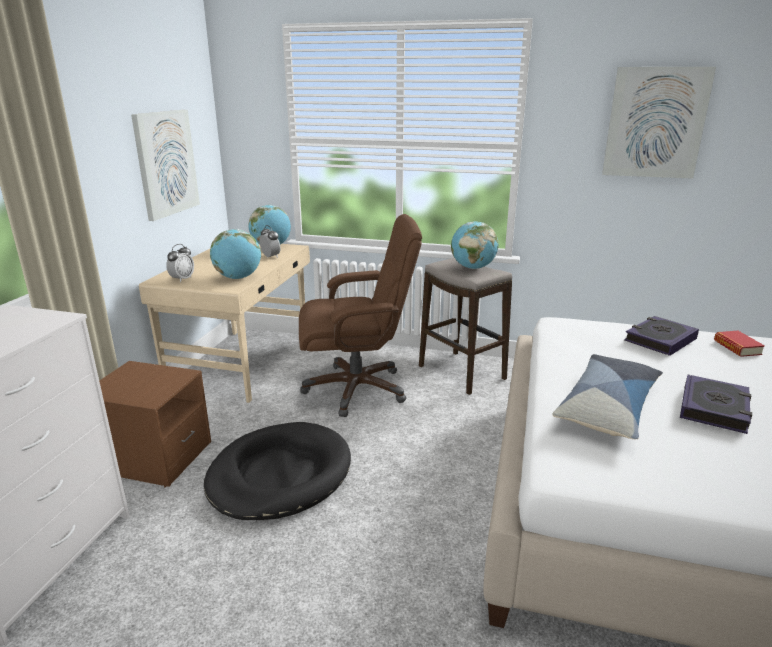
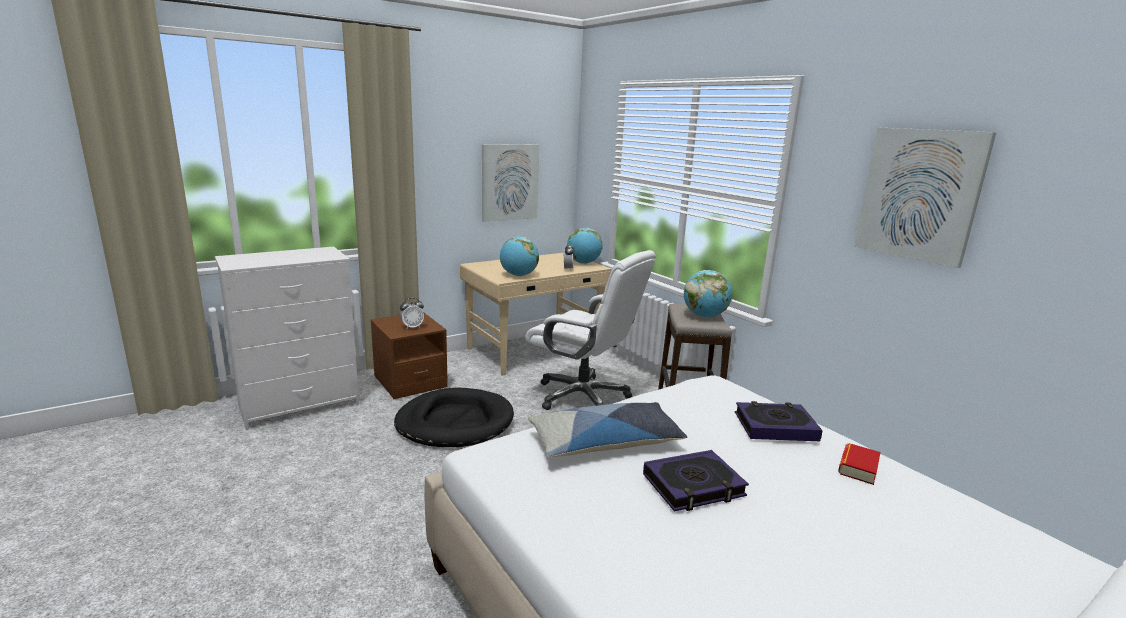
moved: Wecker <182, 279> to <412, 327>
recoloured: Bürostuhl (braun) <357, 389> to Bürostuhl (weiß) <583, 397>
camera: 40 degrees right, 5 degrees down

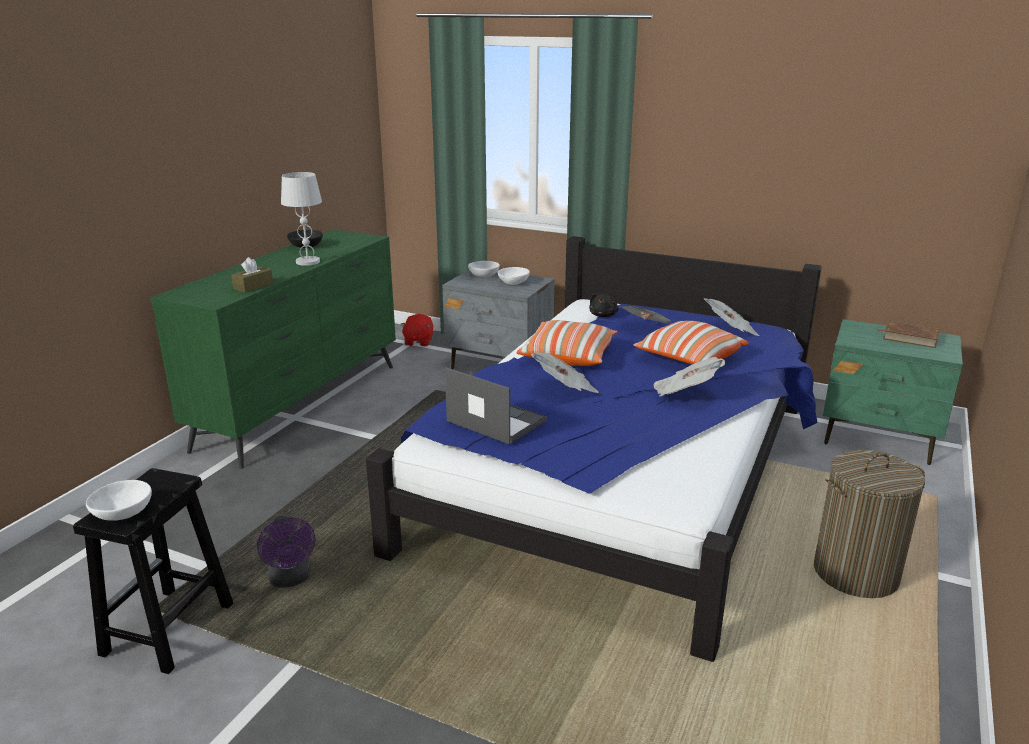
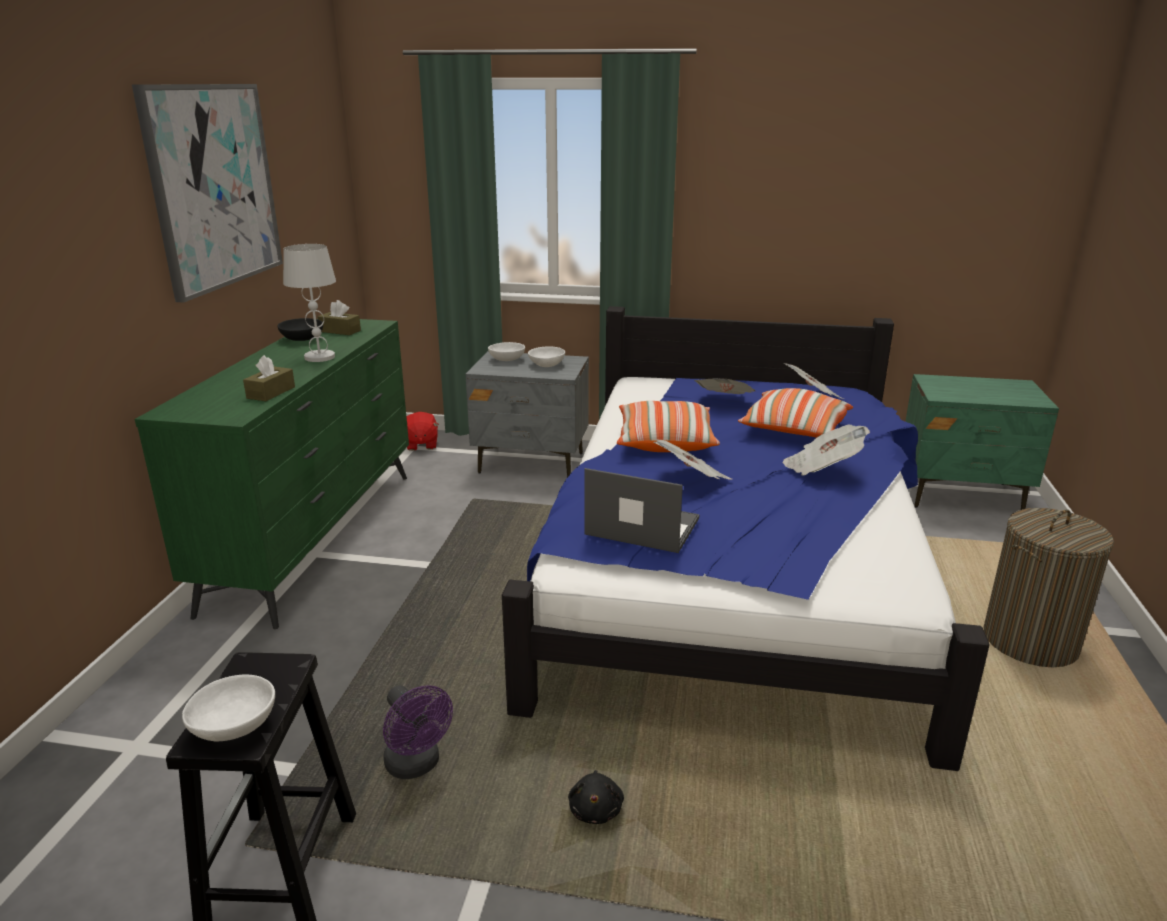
removed: Buch (braun) <910, 338>
added: Bild <214, 187>; Taschentuchbox (braun) <340, 331>
moved: Plüschtier (schwarz) <603, 315> to <596, 809>
camera: 15 degrees left, 0 degrees up

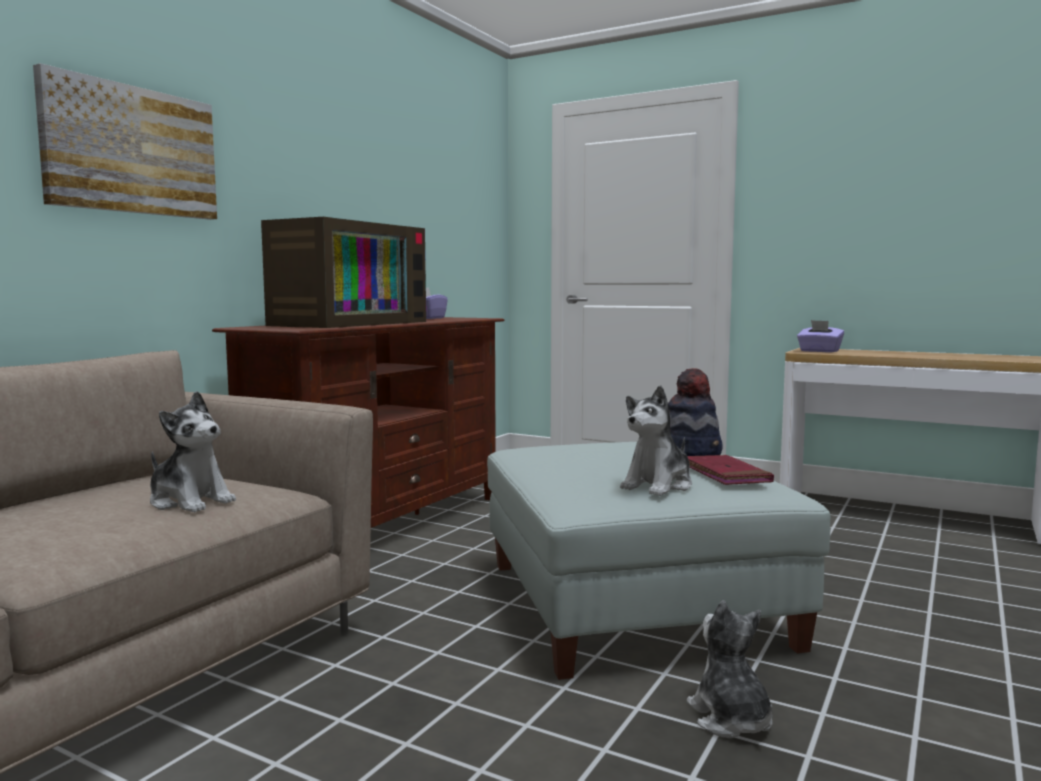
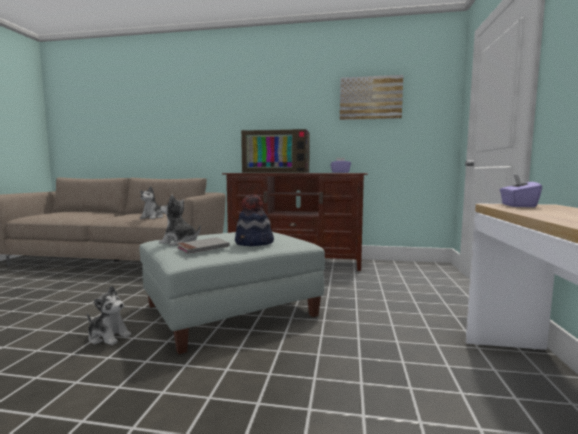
moved: Bild <131, 150> to <370, 98>
recoloured: Buch (rot) <726, 474> to Buch (grau) <203, 248>
turned: Plüschtier <730, 719> = <108, 337> 60 degrees clockwise
camera: 70 degrees right, 0 degrees up

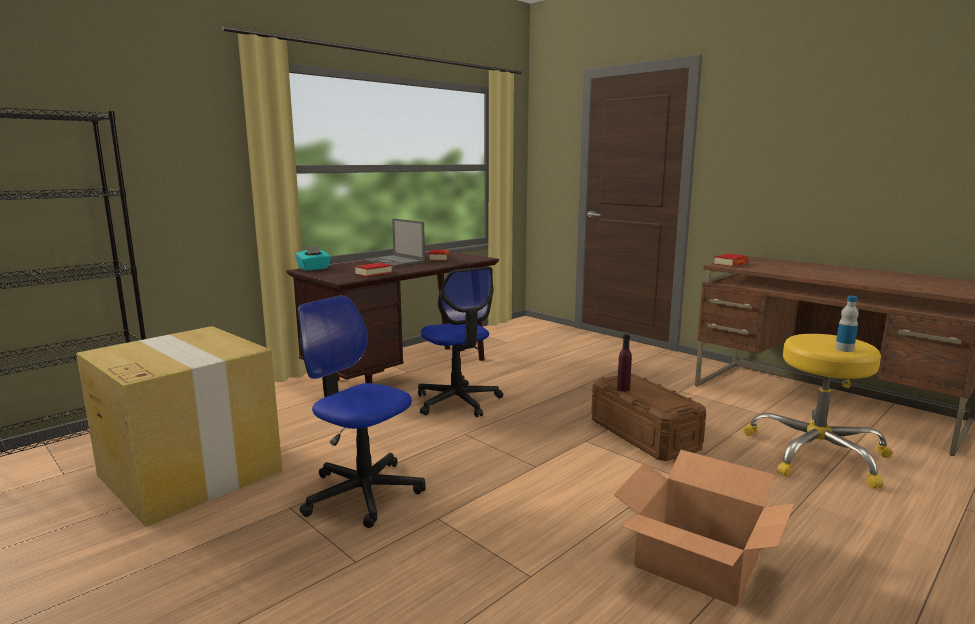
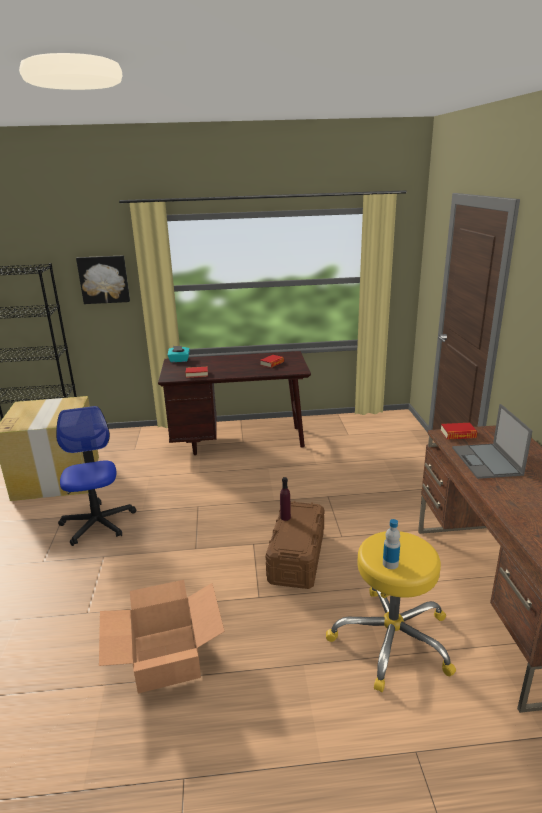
removed: Bürostuhl <458, 401>
added: Bild <104, 279>
moved: Laptop <394, 261> to <487, 461>
camera: 40 degrees right, 10 degrees up

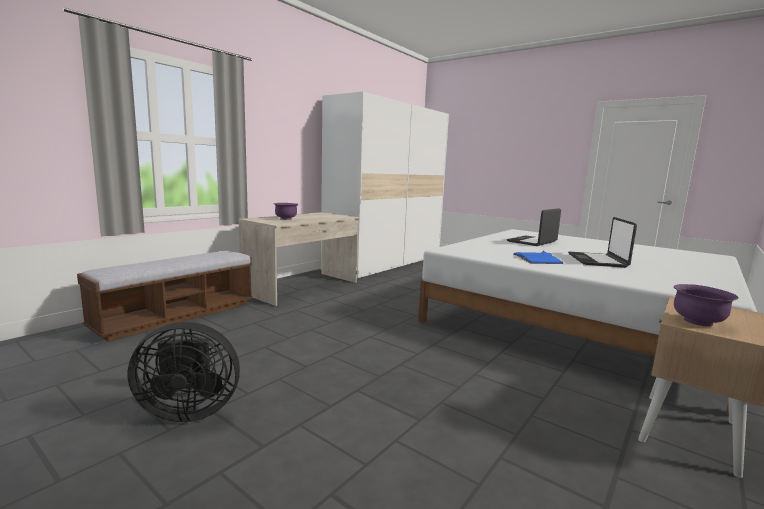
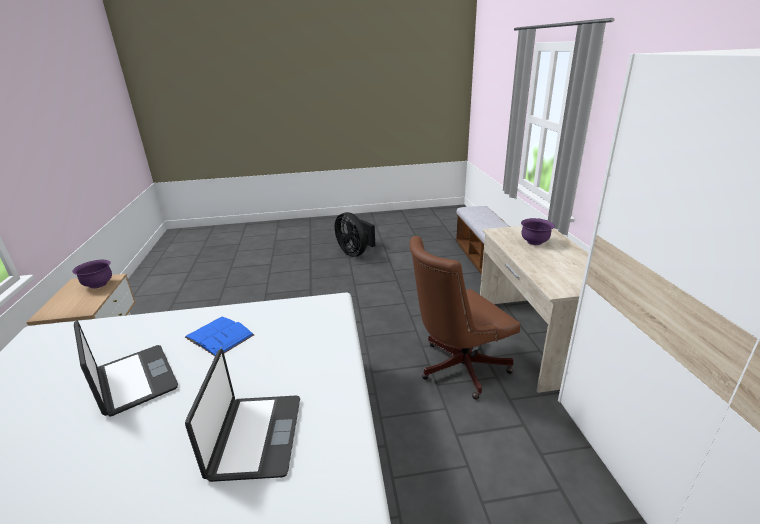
added: Bürostuhl (braun) <457, 368>
turned: Ventilator (schwarz) <188, 411> = <355, 253> 75 degrees counterclockwise
camera: 135 degrees right, 15 degrees up

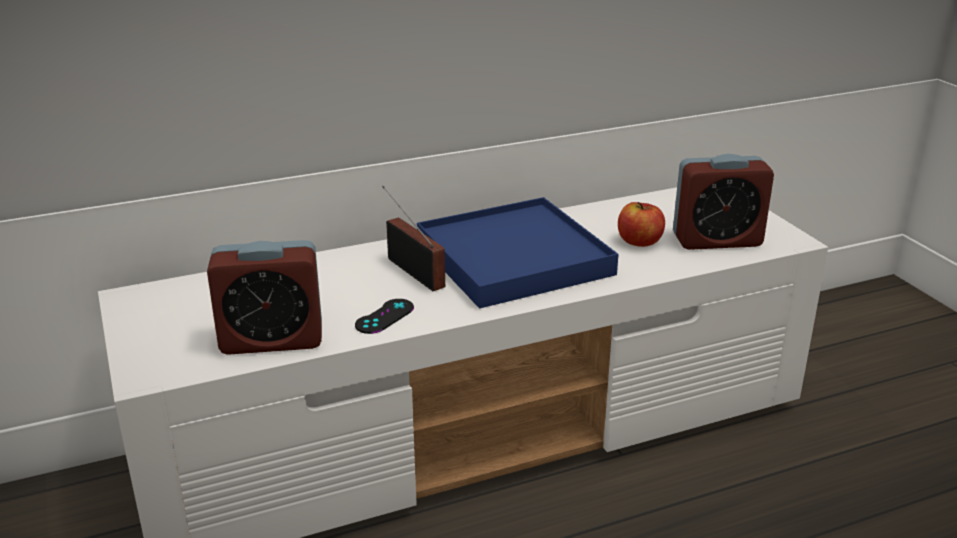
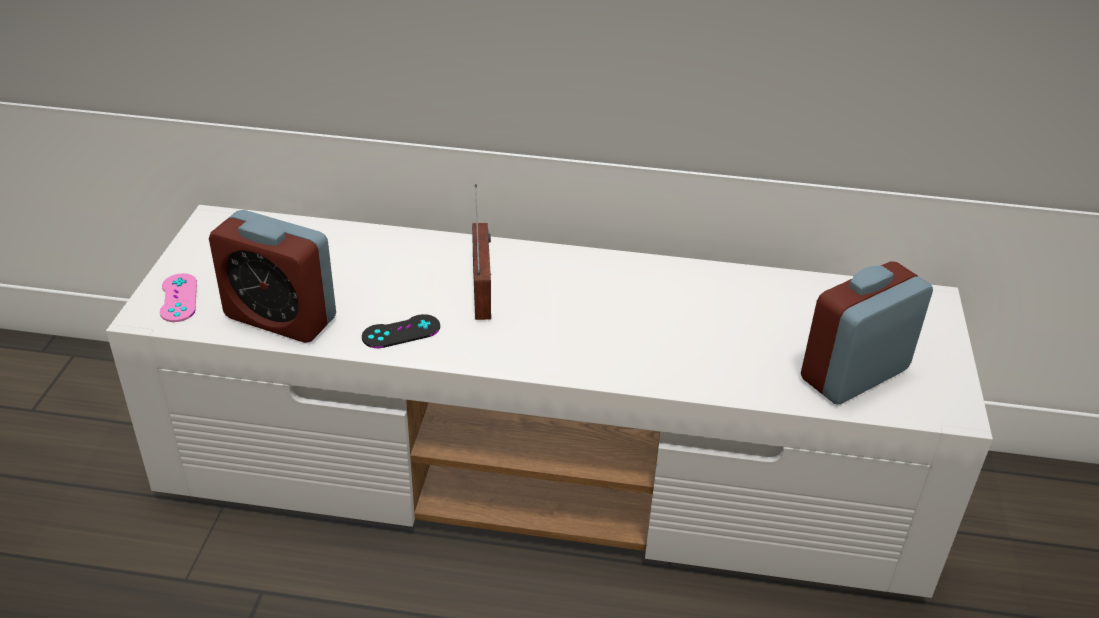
removed: Tablett (blau) <514, 258>; Apfel <639, 242>
added: Gamepad (rosa) <178, 298>
turned: Wecker <717, 240> = <854, 374> 120 degrees clockwise
camera: 30 degrees right, 10 degrees up

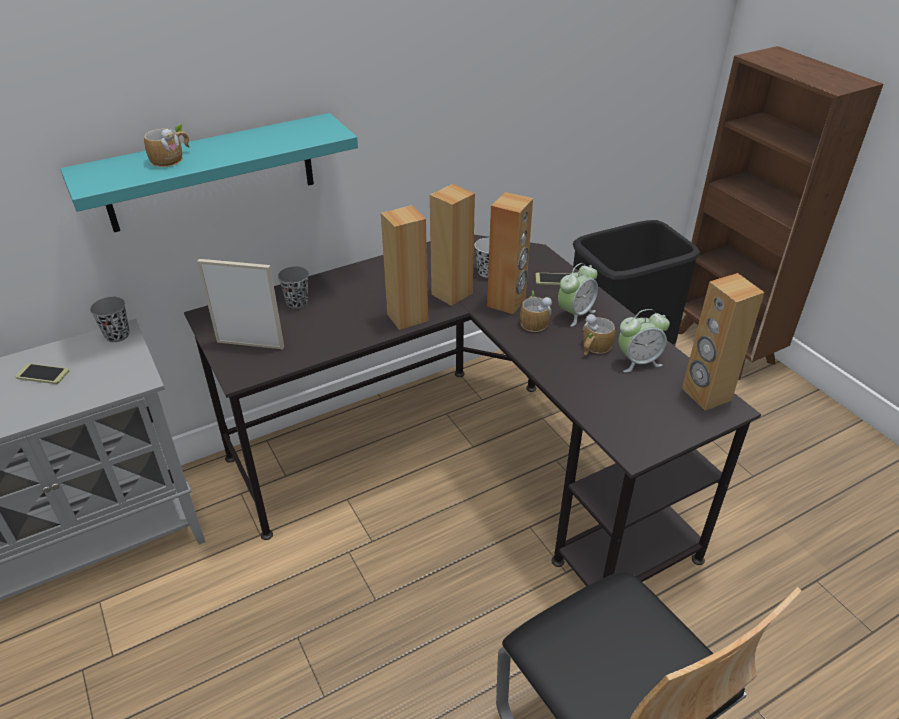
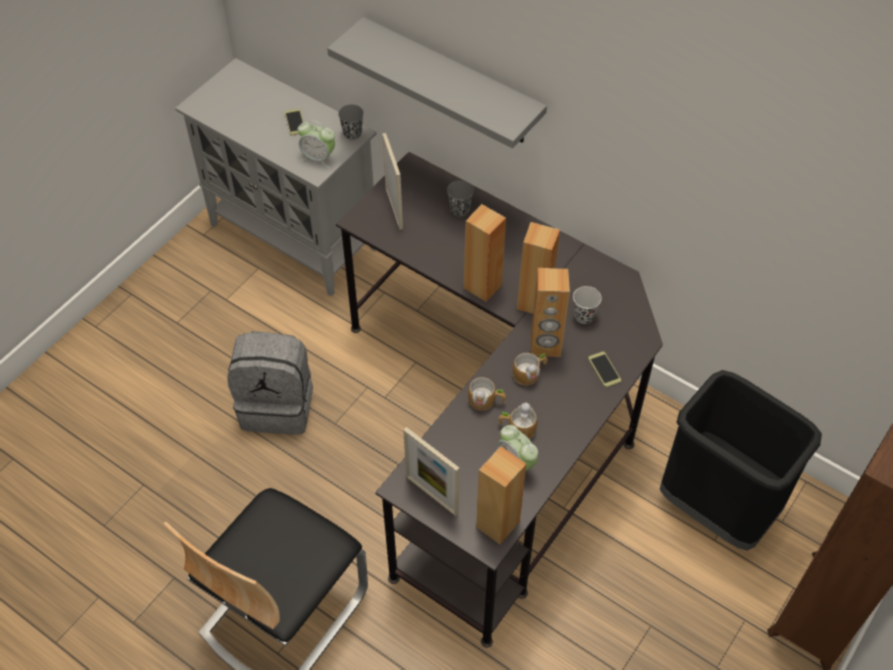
added: Rucksack (grau) <278, 405>; Bilderrahmen <432, 495>
moved: Henkelbecher <172, 158> to <486, 401>; Wecker <575, 314> to <318, 158>
recoloured: Wandregal (türkis) <211, 173> to Wandregal (grau) <452, 83>
camera: 65 degrees right, 15 degrees up

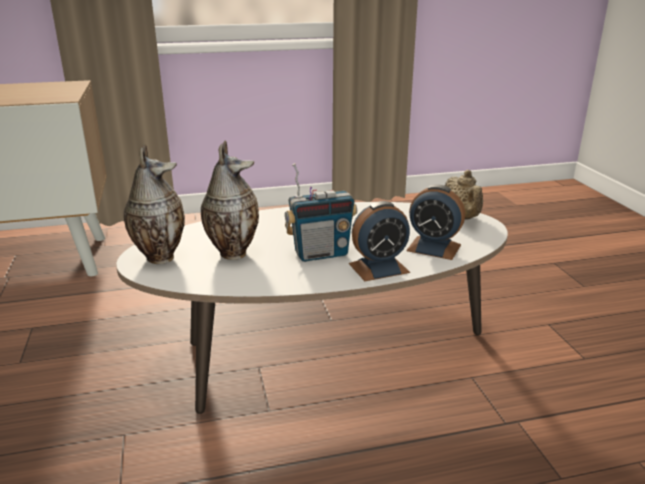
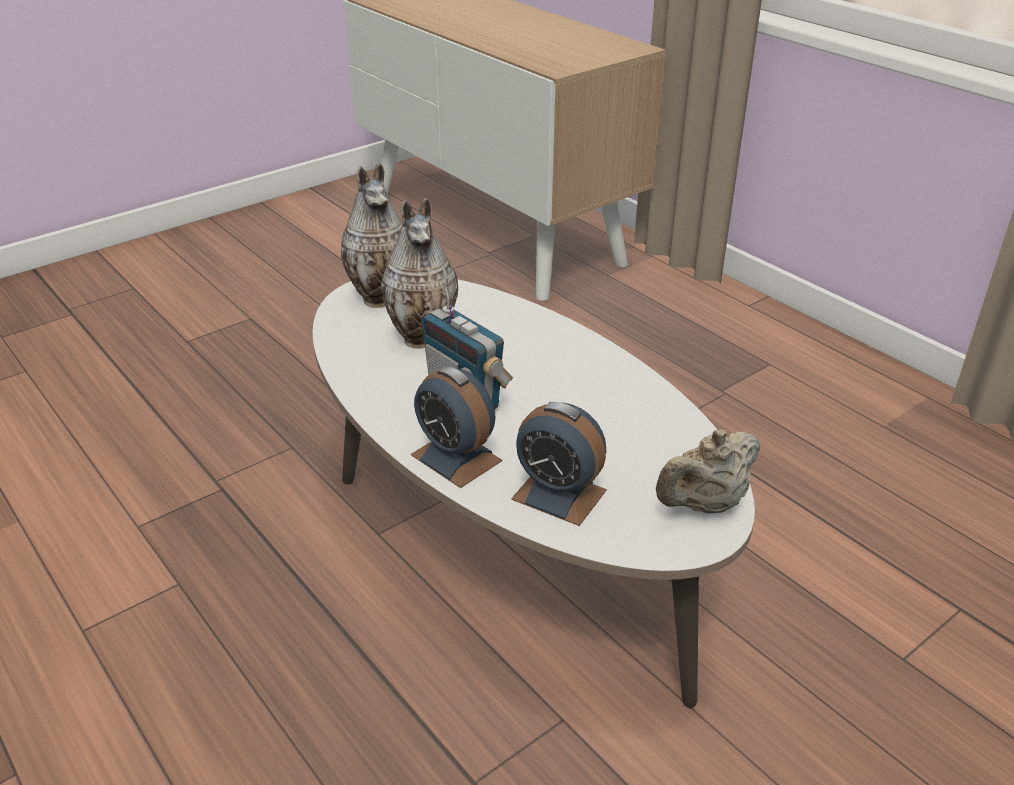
turned: Wecker <433, 248> = <559, 494> 60 degrees counterclockwise
camera: 65 degrees right, 10 degrees up

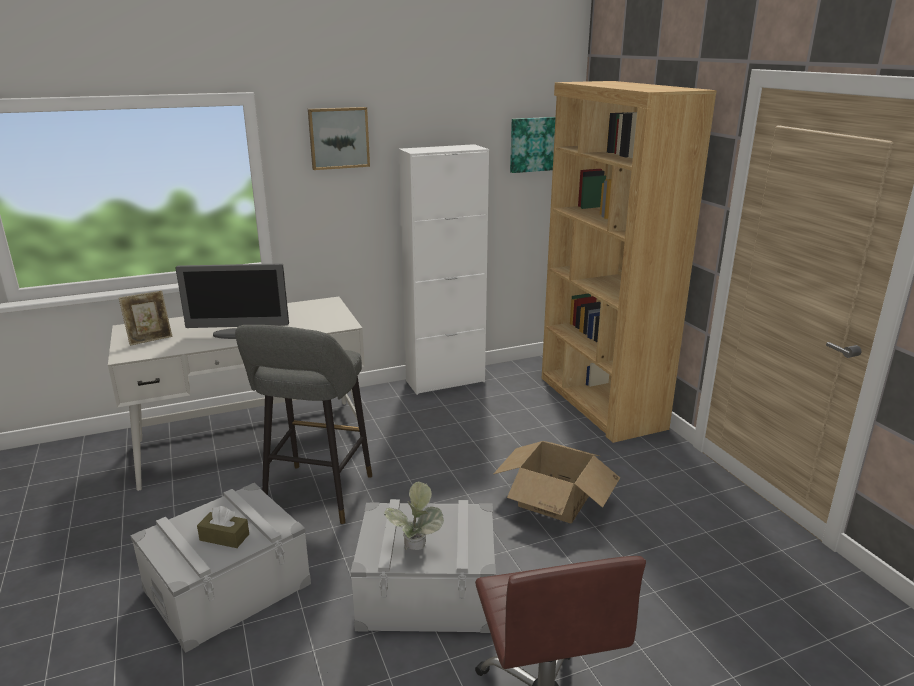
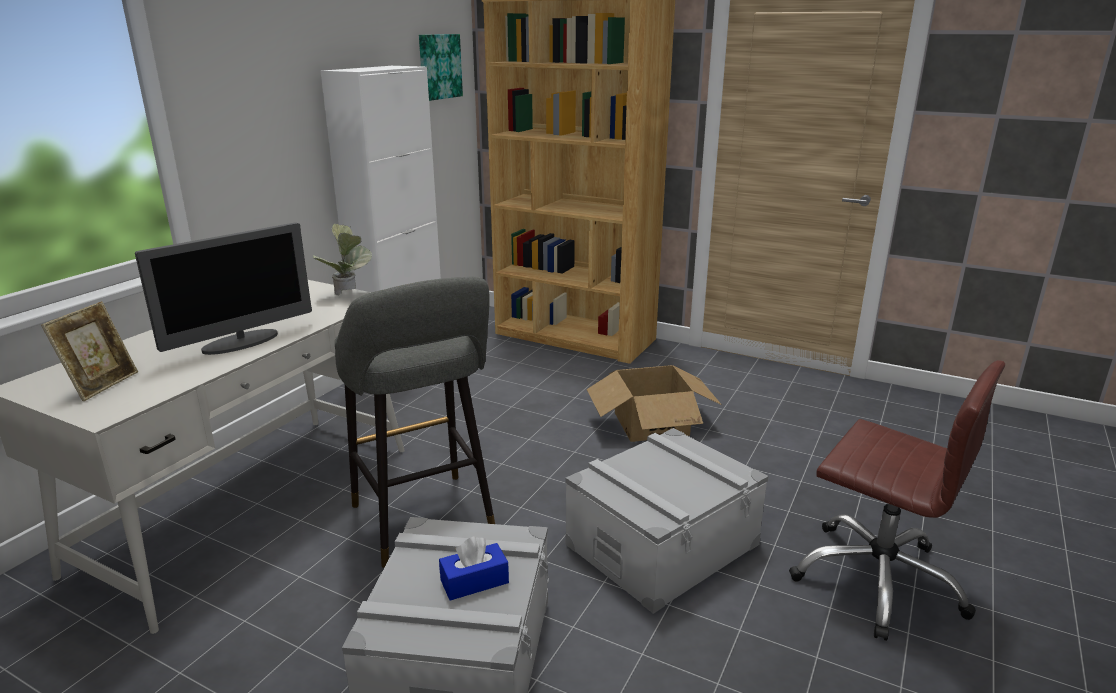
removed: Bild <338, 138>
moved: Topfpflanze <415, 552> to <348, 295>
recoloured: Taschentuchbox (braun) <224, 537> to Taschentuchbox (blau) <474, 581>
camera: 40 degrees left, 0 degrees up

